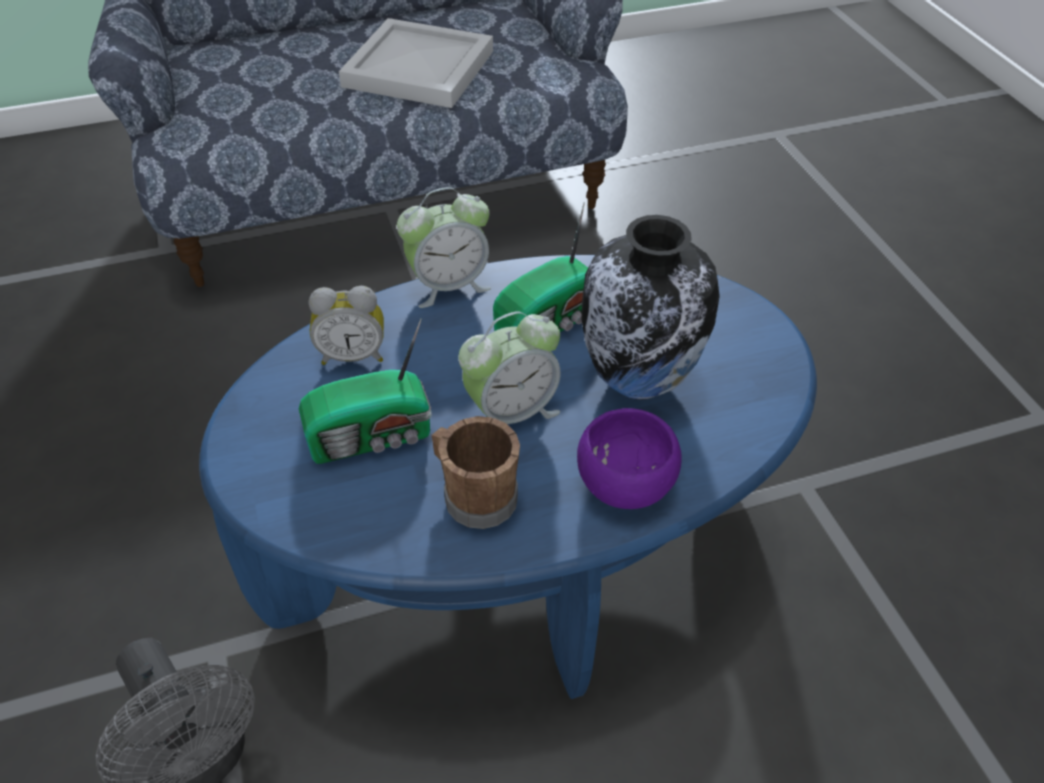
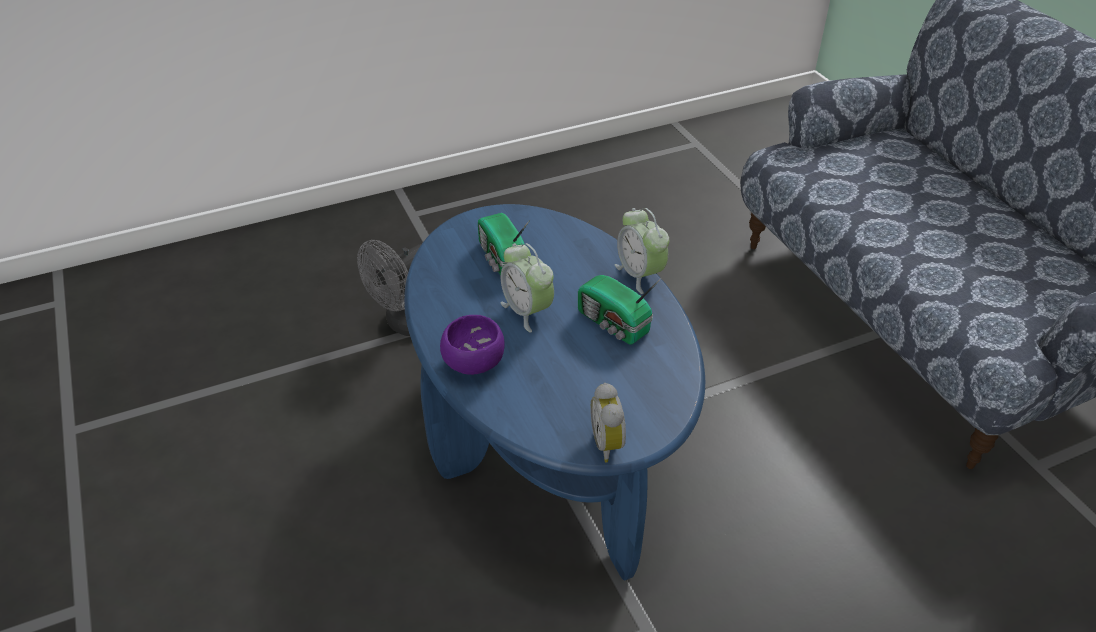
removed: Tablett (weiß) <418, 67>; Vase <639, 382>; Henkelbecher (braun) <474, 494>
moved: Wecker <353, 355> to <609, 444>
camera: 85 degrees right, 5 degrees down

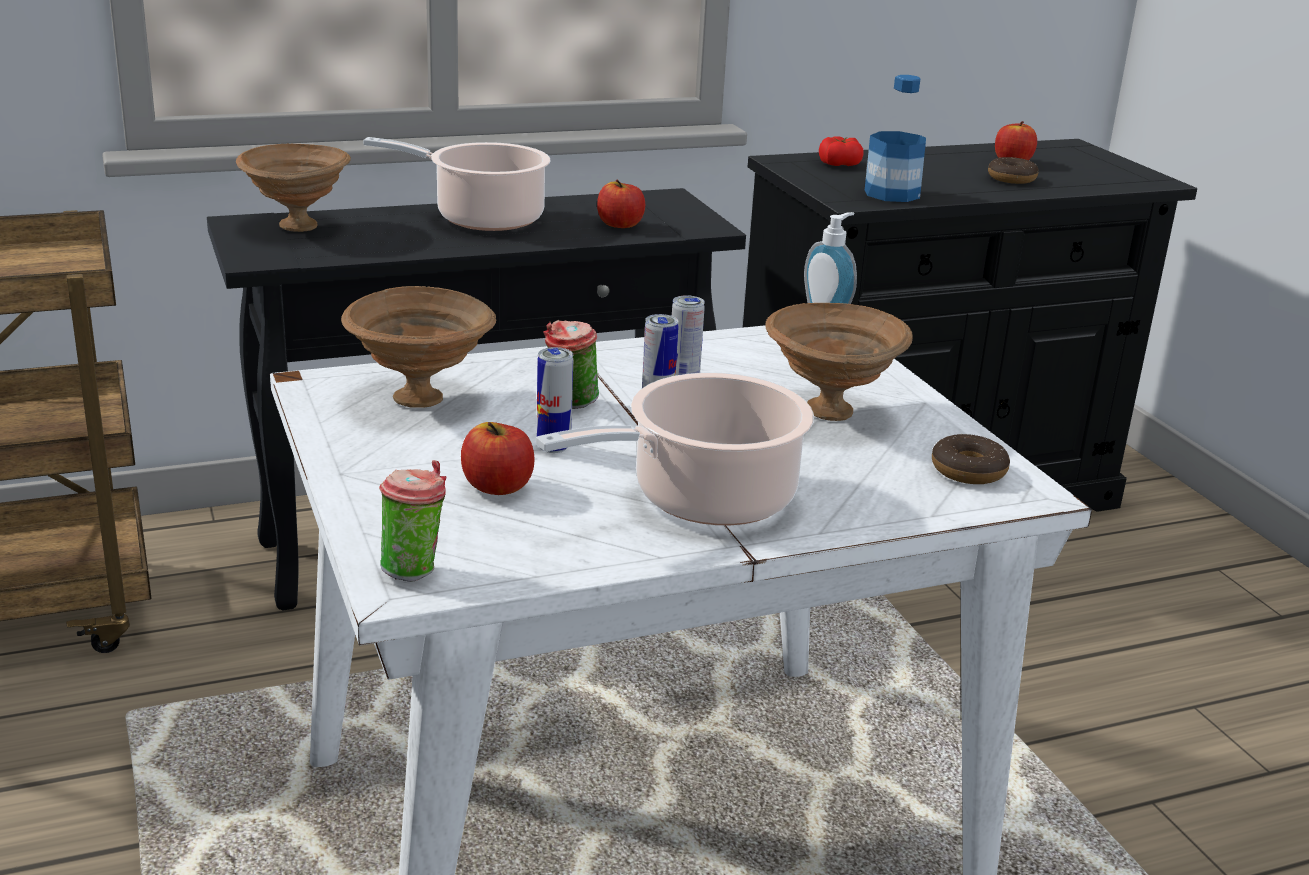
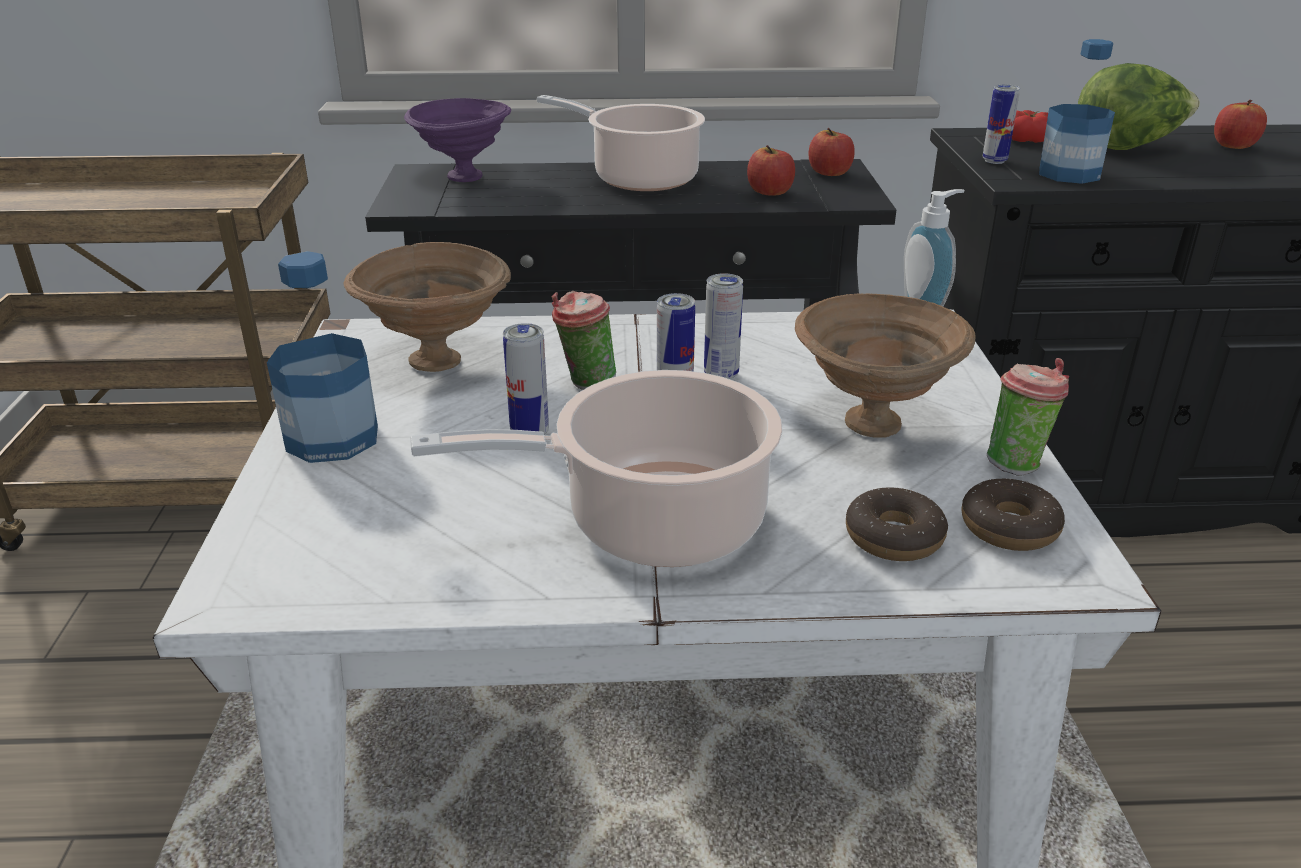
added: Salatkopf <1127, 147>; Dose <994, 161>; Flasche <332, 438>
moved: Donut <1011, 178> to <894, 537>; Apfel <498, 487> to <830, 173>; Tasse <414, 569> to <1017, 463>
recoloured: Schüssel (braun) <298, 227> to Schüssel (lila) <464, 178>
camera: 20 degrees right, 5 degrees up

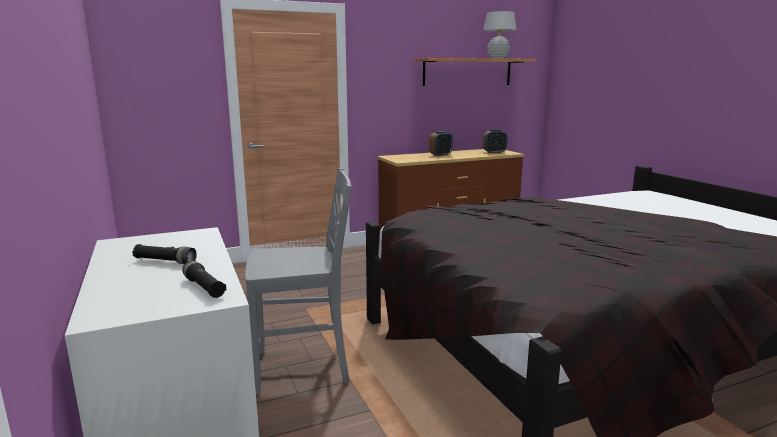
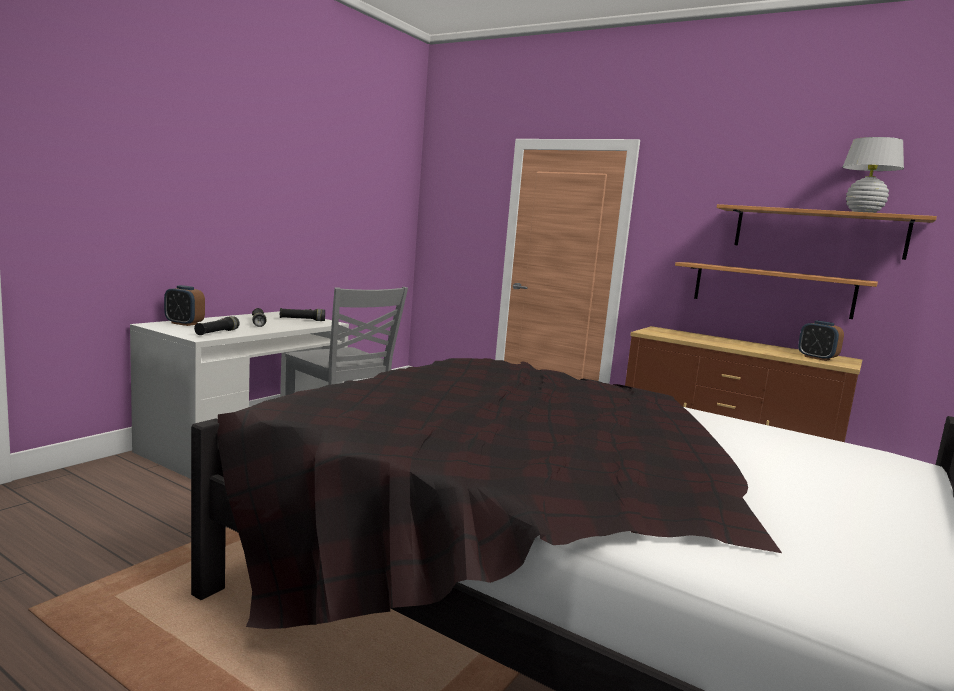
added: Wandregal <772, 289>; Taschenlampe (schwarz) <302, 320>
moved: Wecker <440, 155> to <184, 323>
camera: 55 degrees right, 5 degrees down

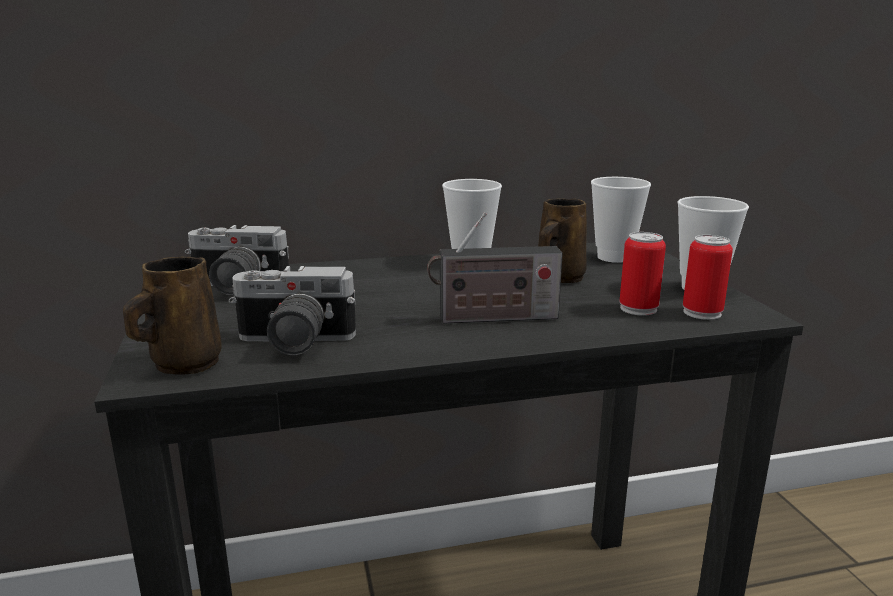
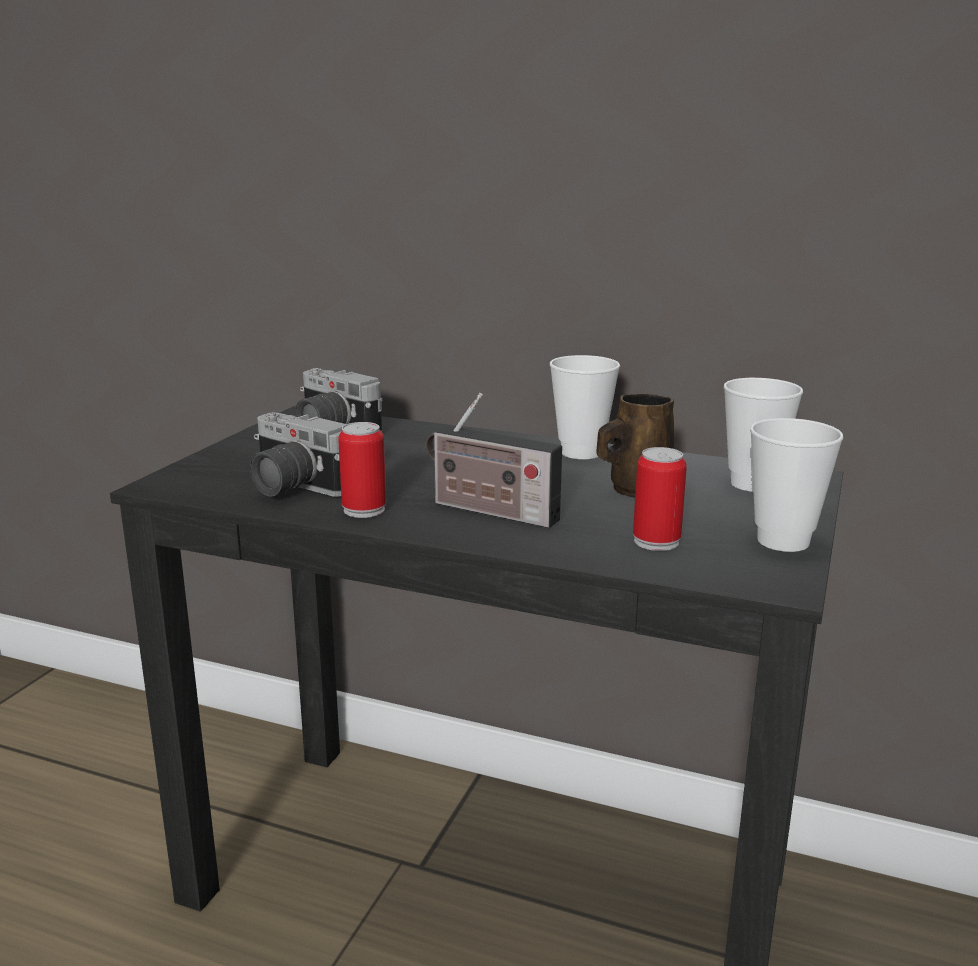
removed: Henkelbecher (braun) <183, 364>
moved: Dose <702, 312> to <364, 509>
camera: 35 degrees right, 0 degrees up

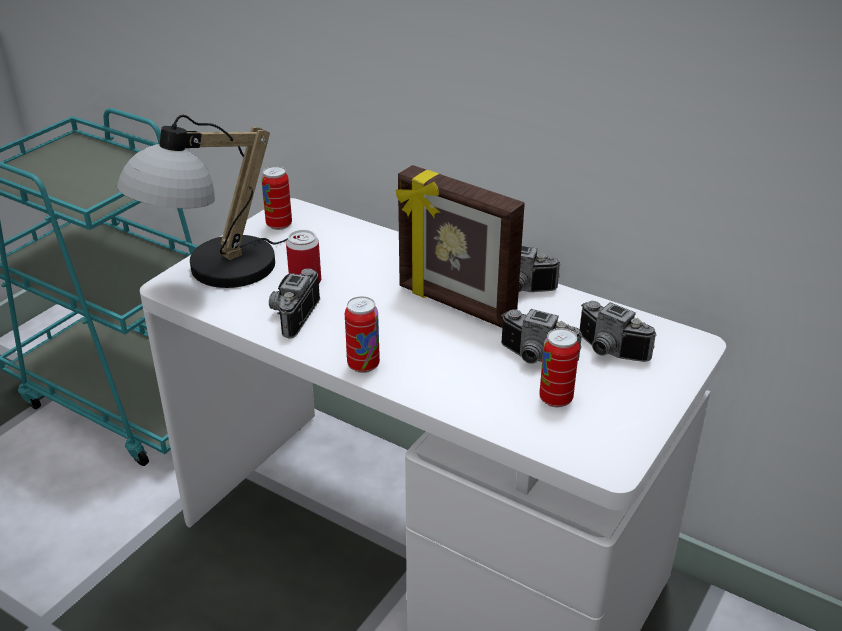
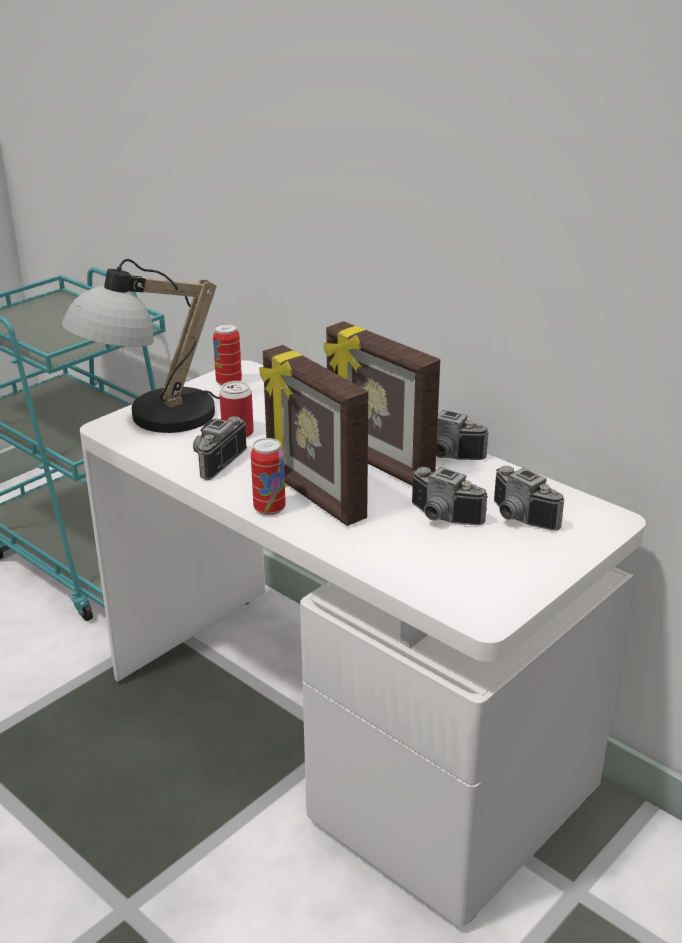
removed: Dose <555, 399>
added: Bilderrahmen <313, 496>
camera: 10 degrees right, 5 degrees down

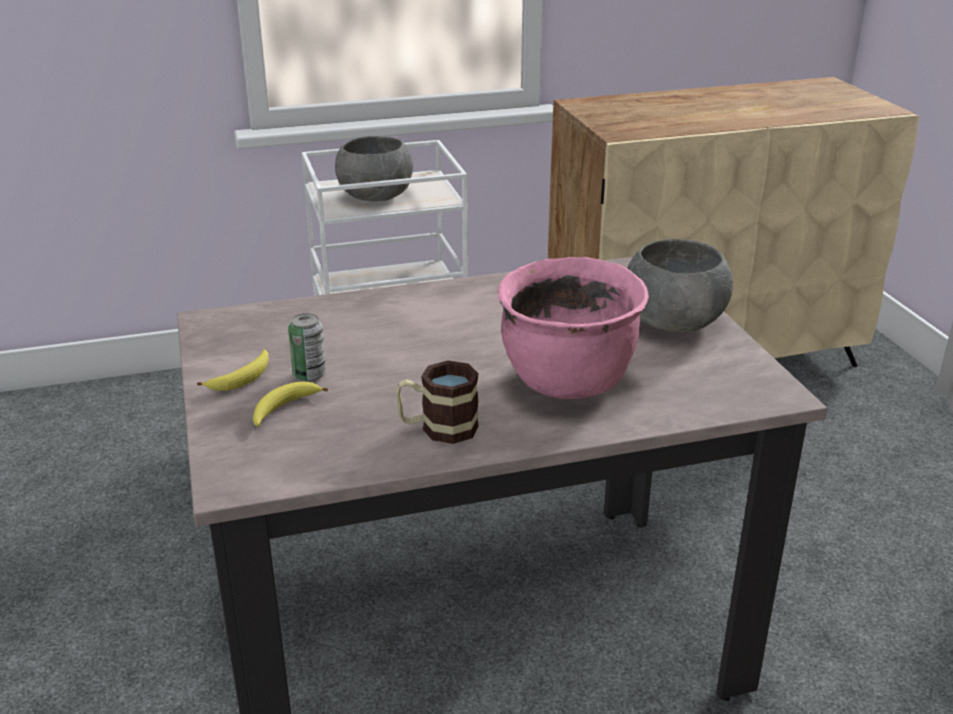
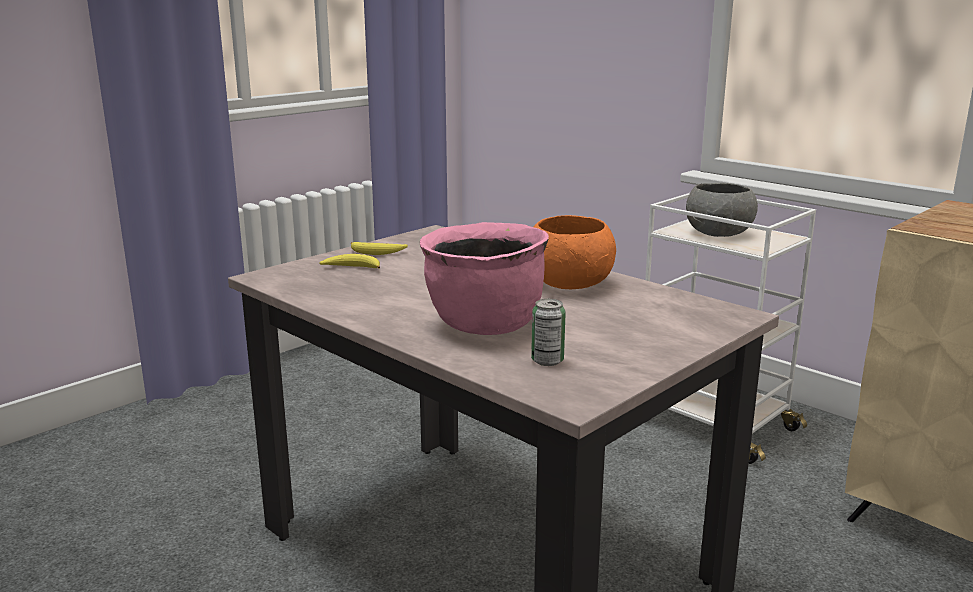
removed: Schüssel (grau) <673, 322>; Henkelbecher <438, 428>
added: Schüssel (orange) <569, 284>
moved: Dose <309, 375> to <547, 361>
camera: 60 degrees right, 10 degrees down

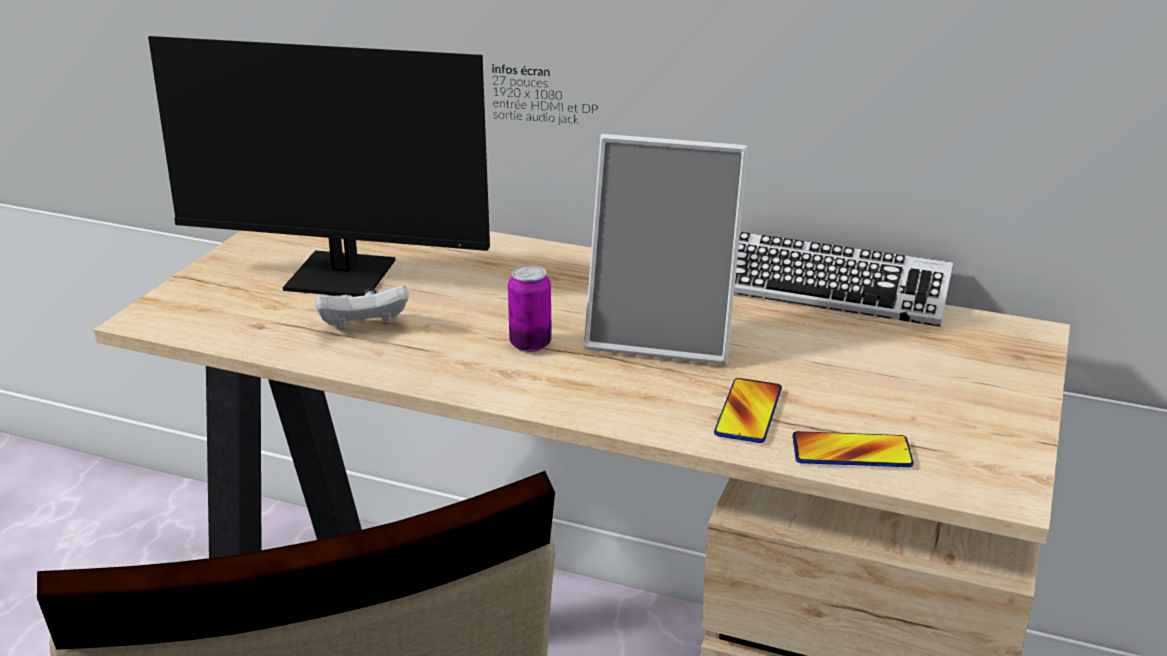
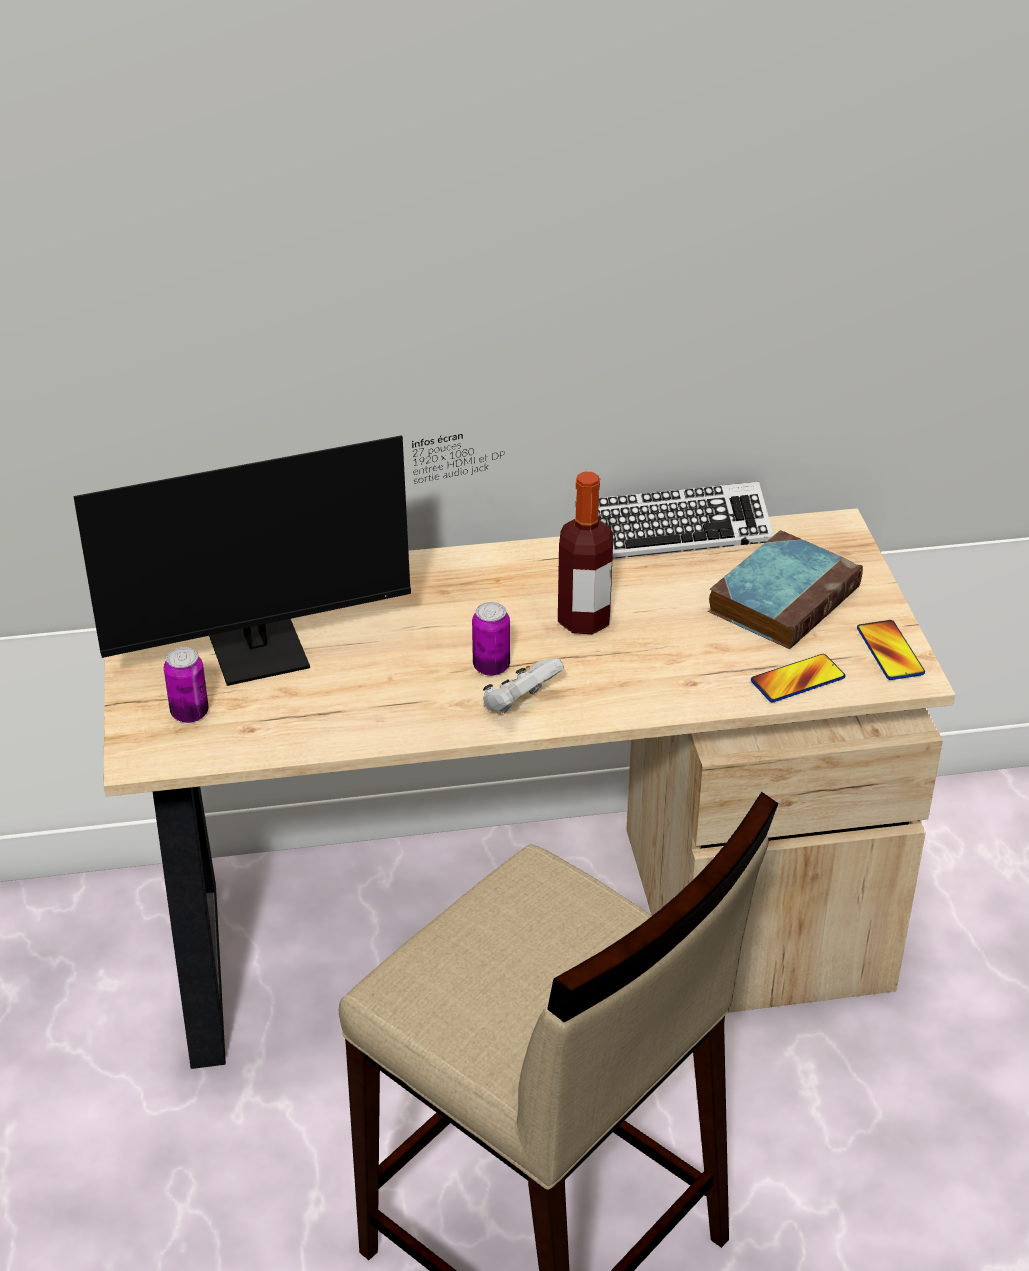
added: Buch <784, 597>; Dose <189, 713>
moved: Gamepad (weiß) <364, 328> to <520, 704>; Handy <748, 412> to <890, 651>
replaced: Bilderrahmen <664, 334> to Flasche <584, 620>
camera: 30 degrees left, 10 degrees up

